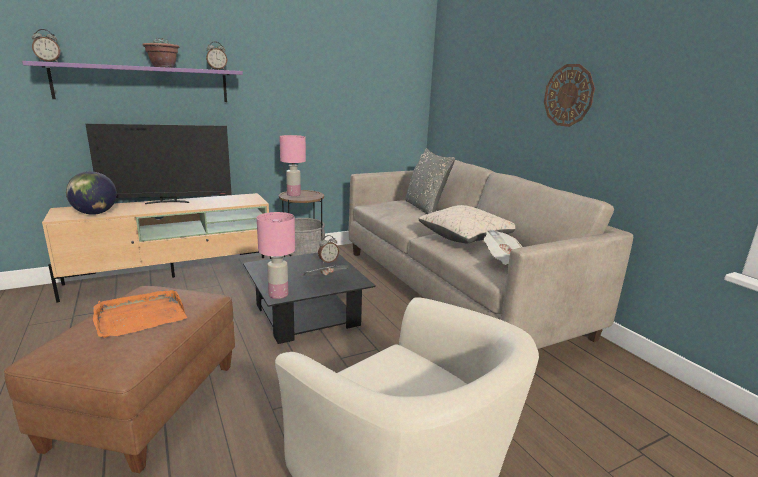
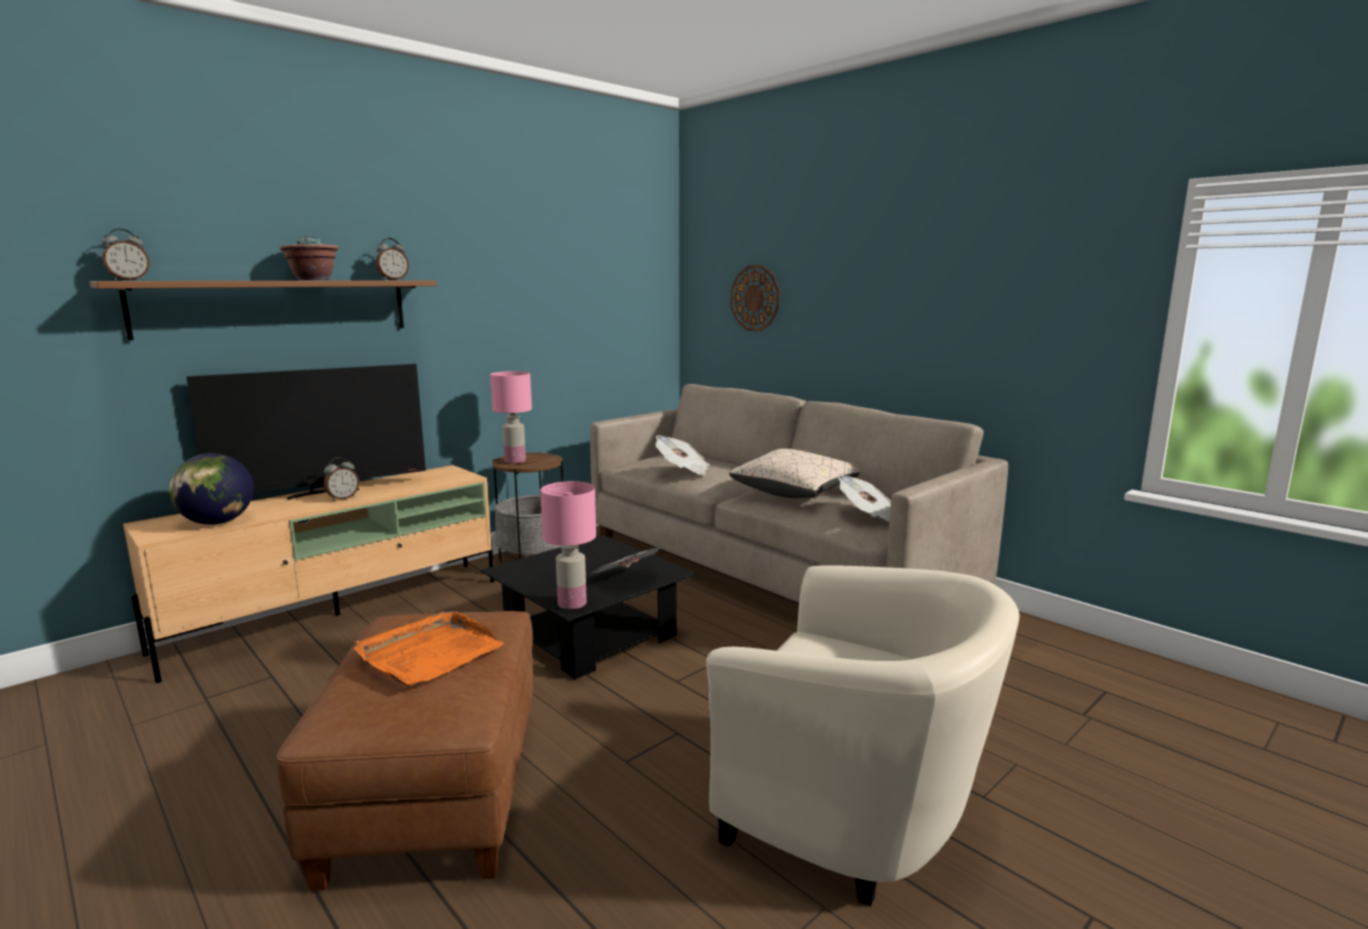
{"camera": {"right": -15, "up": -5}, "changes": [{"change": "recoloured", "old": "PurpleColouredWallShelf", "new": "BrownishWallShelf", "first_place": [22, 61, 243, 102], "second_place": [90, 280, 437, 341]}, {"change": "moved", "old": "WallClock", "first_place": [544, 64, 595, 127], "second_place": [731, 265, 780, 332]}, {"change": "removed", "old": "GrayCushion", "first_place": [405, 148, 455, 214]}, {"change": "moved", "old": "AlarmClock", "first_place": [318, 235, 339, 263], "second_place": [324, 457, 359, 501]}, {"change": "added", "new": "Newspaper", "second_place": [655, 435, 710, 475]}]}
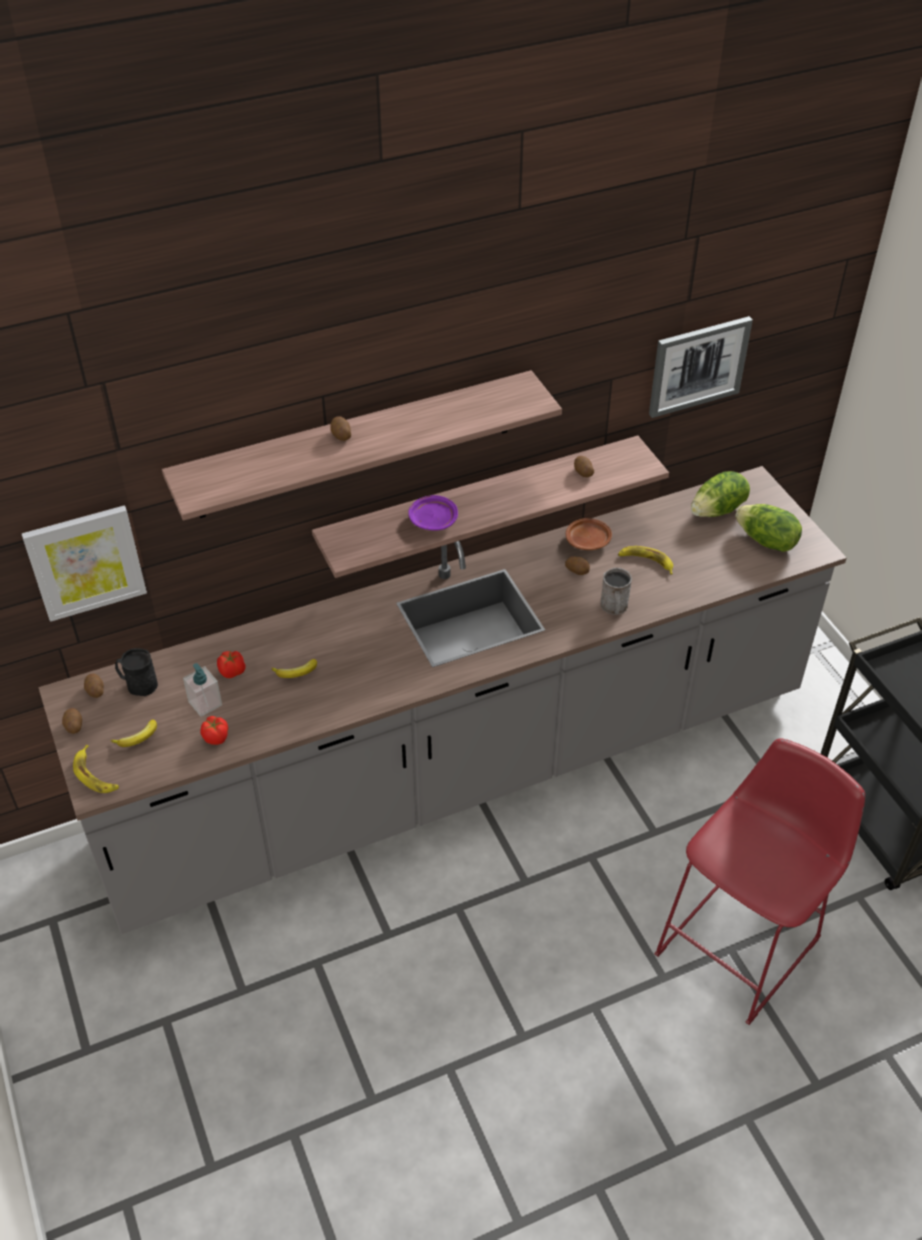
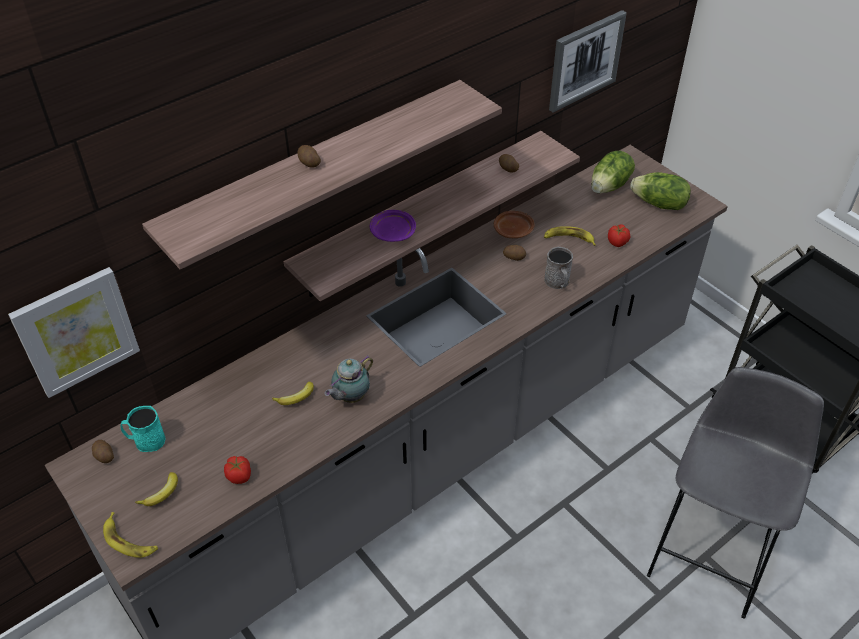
{"camera": {"right": -15, "up": 0}, "changes": [{"change": "recoloured", "old": "BlackMug", "new": "TurquoiseMug", "first_place": [115, 648, 158, 696], "second_place": [121, 406, 166, 452]}, {"change": "moved", "old": "WholeTomato", "first_place": [217, 651, 246, 678], "second_place": [608, 224, 630, 247]}, {"change": "removed", "old": "SoapBottle", "first_place": [183, 663, 222, 717]}, {"change": "removed", "old": "Potato", "first_place": [62, 708, 82, 734]}, {"change": "recoloured", "old": "ReddishStoolSeat", "new": "GrayStoolSeat", "first_place": [654, 739, 865, 1025], "second_place": [647, 367, 824, 619]}, {"change": "added", "new": "TeaPot", "second_place": [324, 355, 373, 403]}]}
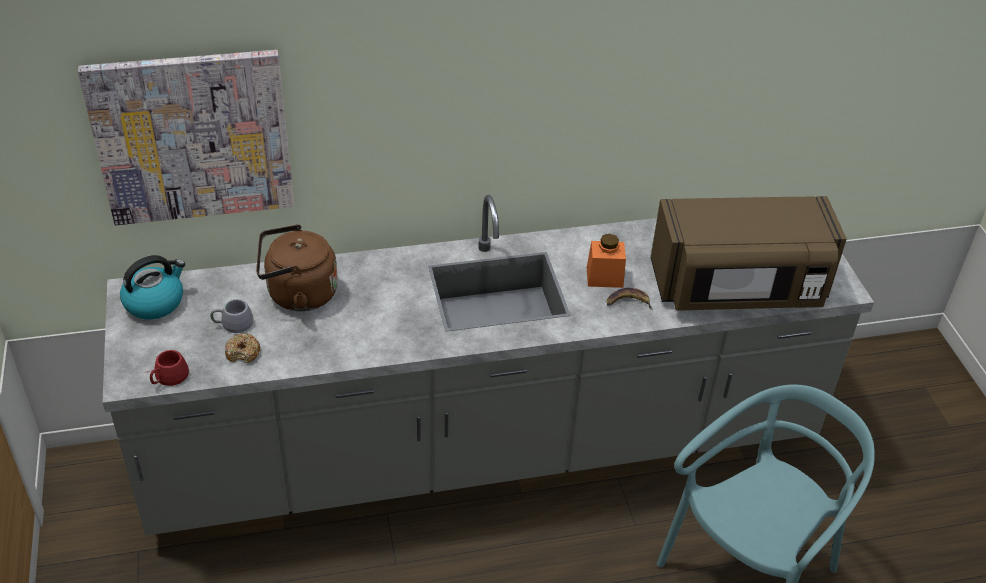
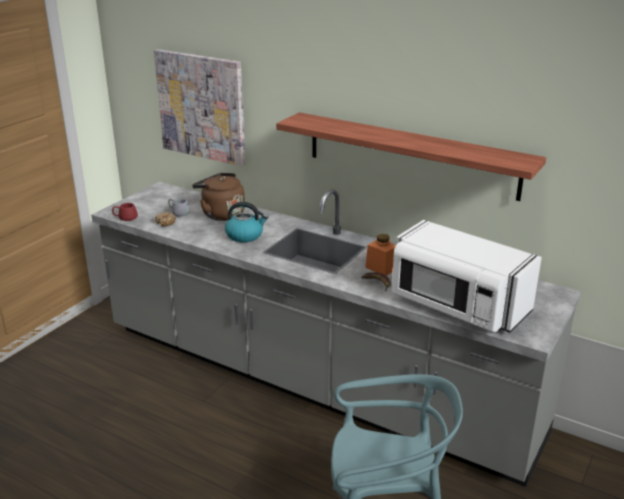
{"camera": {"right": 45, "up": -15}, "changes": [{"change": "recoloured", "old": "BrownishMicrowaveOven", "new": "WhiteMicrowaveOven", "first_place": [651, 196, 847, 311], "second_place": [392, 220, 542, 333]}, {"change": "moved", "old": "TeaKettle", "first_place": [120, 255, 185, 319], "second_place": [225, 202, 268, 242]}, {"change": "added", "new": "WallShelf", "second_place": [276, 112, 546, 201]}]}
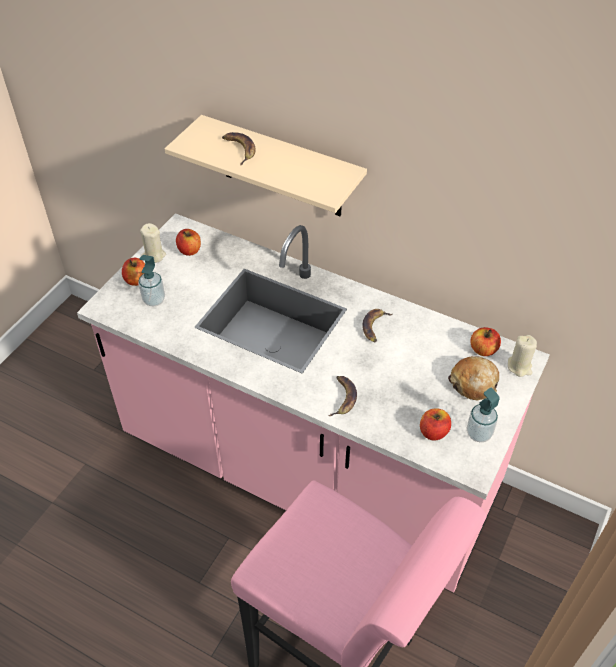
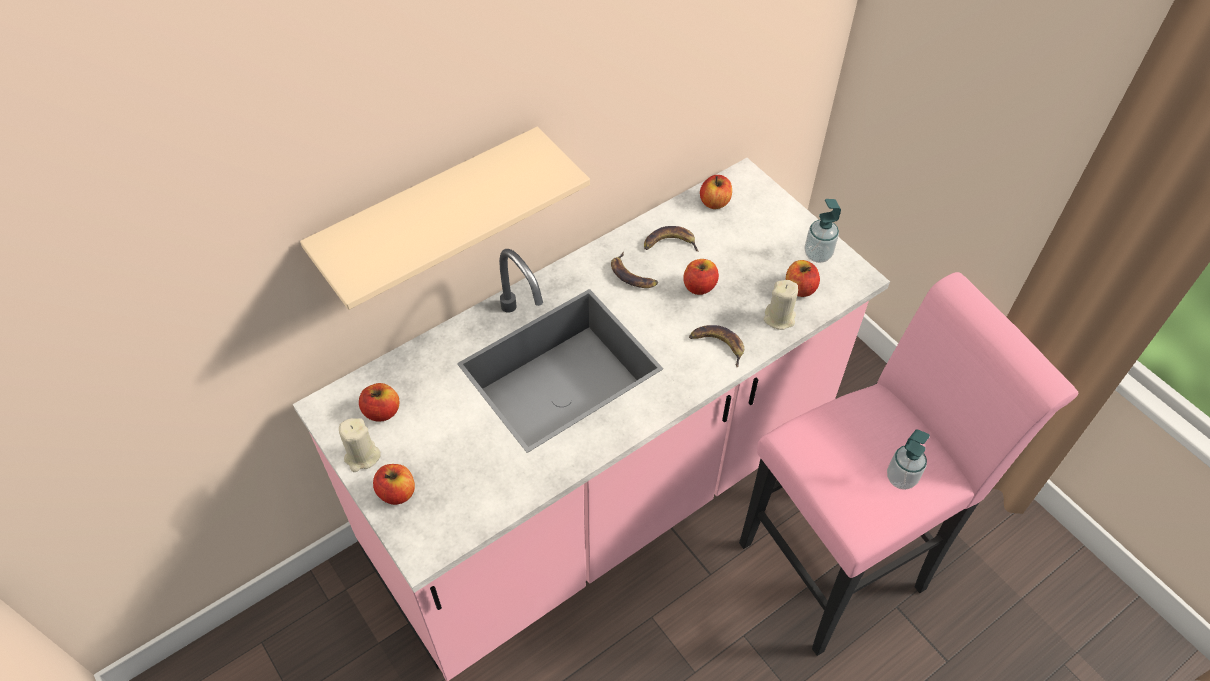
{"camera": {"right": -65, "up": 5}, "changes": [{"change": "moved", "old": "BananaFruit", "first_place": [222, 132, 256, 165], "second_place": [644, 226, 699, 252]}, {"change": "moved", "old": "SoapBottle", "first_place": [138, 255, 165, 306], "second_place": [887, 430, 930, 490]}, {"change": "moved", "old": "BeigeColouredWaxCandle", "first_place": [508, 335, 537, 377], "second_place": [764, 280, 798, 330]}, {"change": "removed", "old": "BakeryBread", "first_place": [448, 356, 499, 400]}, {"change": "added", "new": "AppleFruit", "second_place": [683, 259, 719, 295]}]}
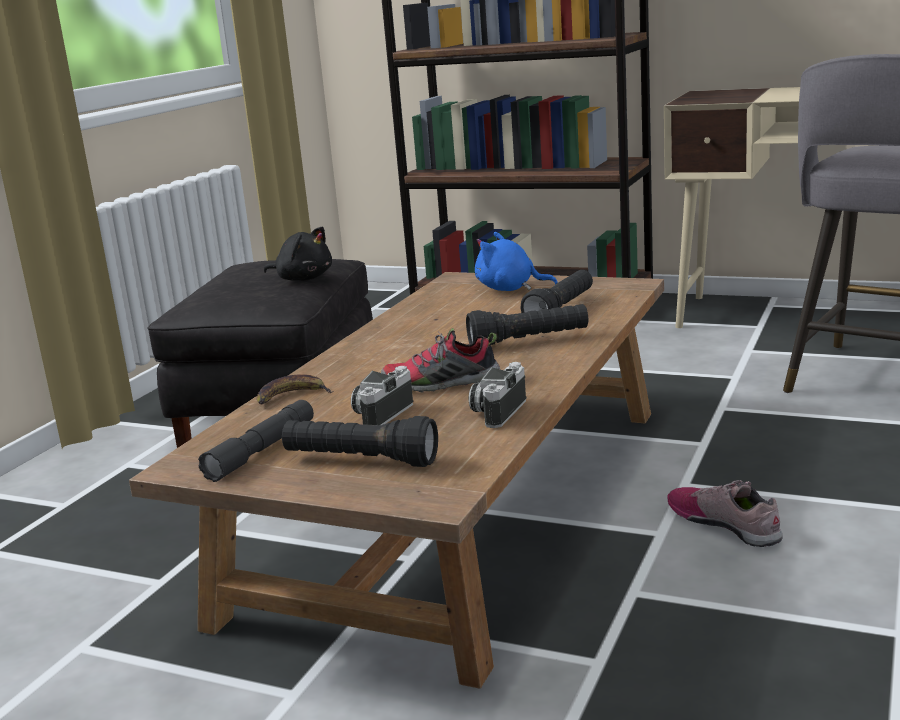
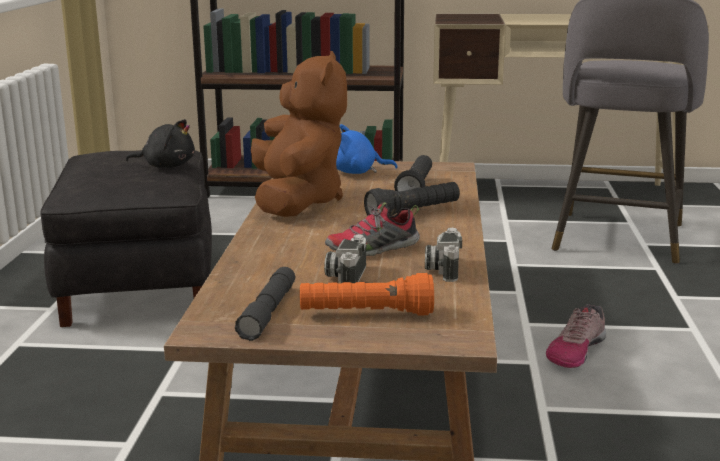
{"camera": {"right": -20, "up": 0}, "changes": [{"change": "removed", "old": "BananaFruit", "first_place": [257, 374, 334, 404]}, {"change": "recoloured", "old": "BlackFlashlight", "new": "OrangeyFlashlight", "first_place": [282, 416, 438, 467], "second_place": [300, 273, 434, 315]}, {"change": "turned", "old": "LowShoe", "first_place": [667, 480, 783, 547], "second_place": [546, 304, 606, 368], "degrees": -90}, {"change": "added", "new": "BrownishPlushToy", "second_place": [251, 51, 347, 217]}]}
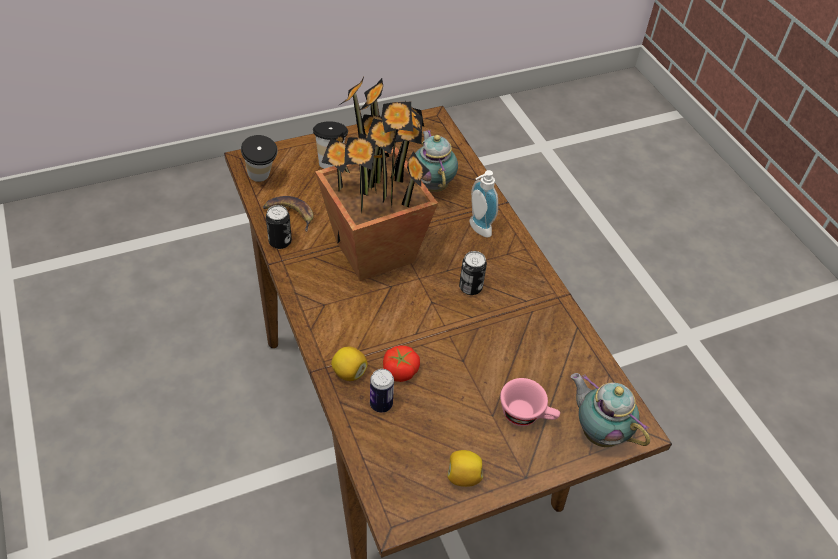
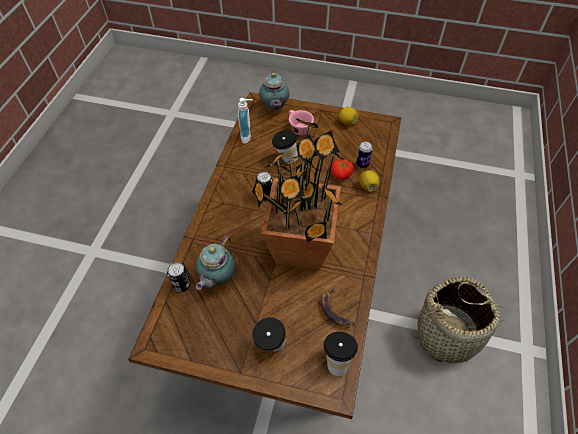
{"camera": {"right": -140, "up": 5}, "changes": [{"change": "moved", "old": "SoapBottle", "first_place": [469, 170, 498, 238], "second_place": [238, 98, 253, 144]}, {"change": "moved", "old": "Can", "first_place": [266, 205, 292, 249], "second_place": [167, 262, 191, 292]}, {"change": "added", "new": "DrinkingCup", "second_place": [272, 130, 298, 164]}, {"change": "added", "new": "HouseholdBasket", "second_place": [410, 277, 506, 363]}]}
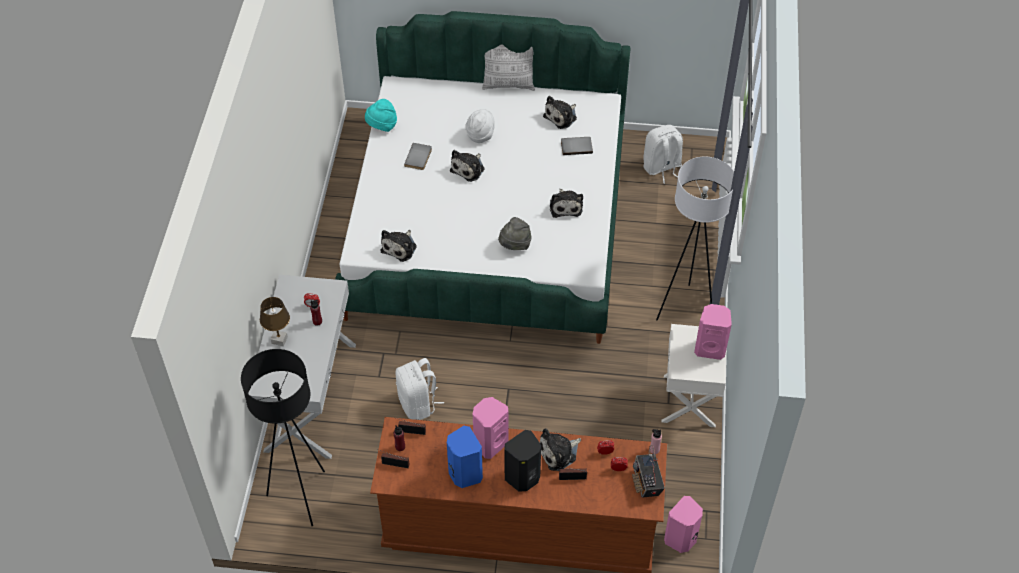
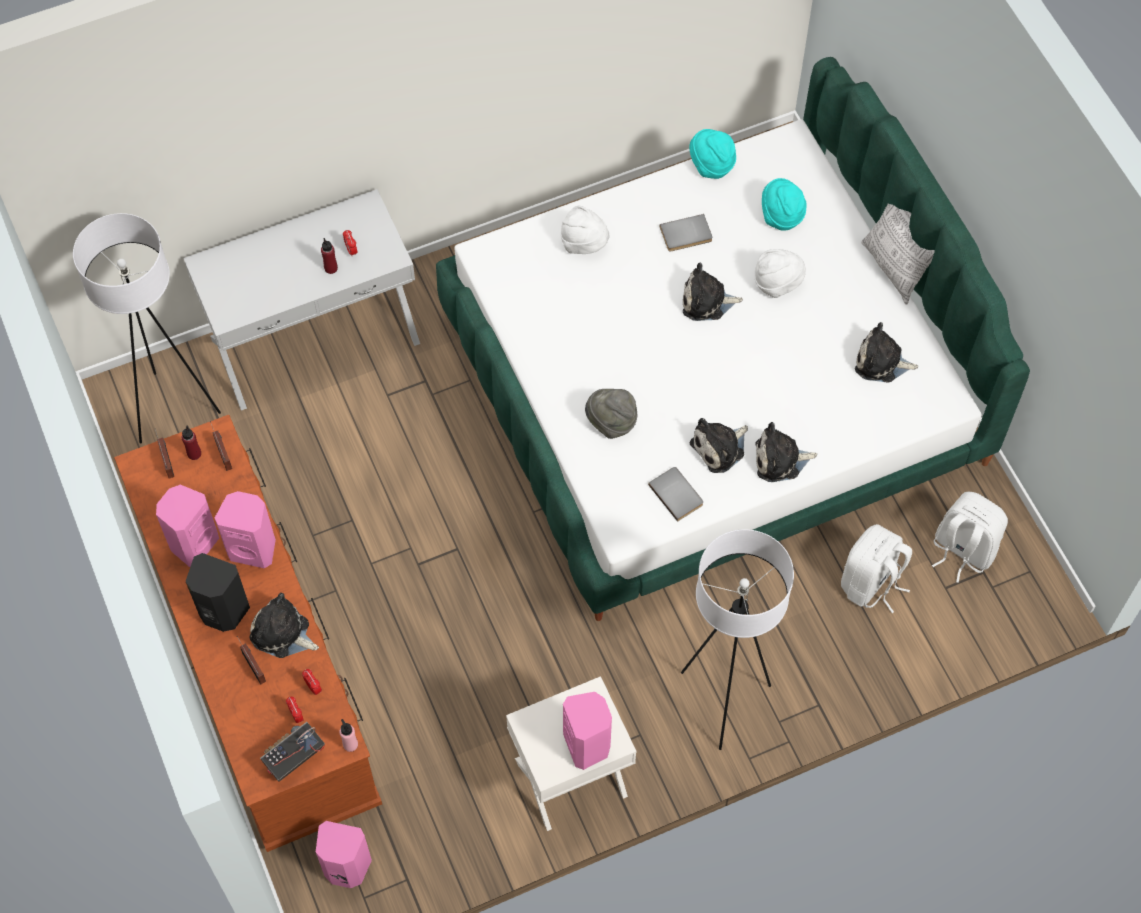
{"camera": {"right": 60, "up": 10}, "changes": [{"change": "moved", "old": "GrayVolume", "first_place": [561, 137, 593, 155], "second_place": [648, 467, 703, 522]}, {"change": "moved", "old": "PlushToy", "first_place": [381, 230, 417, 262], "second_place": [755, 422, 817, 482]}, {"change": "removed", "old": "BrownishTabletopLamp", "first_place": [260, 297, 290, 346]}, {"change": "recoloured", "old": "BlackStandingLamp", "new": "WhiteStandingLamp", "first_place": [241, 349, 325, 526], "second_place": [73, 213, 221, 443]}, {"change": "moved", "old": "WhiteBackpack", "first_place": [395, 358, 444, 420], "second_place": [841, 524, 912, 613]}, {"change": "recoloured", "old": "BluishAudioSpeaker", "new": "PinkAudioSpeaker", "first_place": [447, 426, 483, 488], "second_place": [156, 485, 219, 567]}, {"change": "added", "new": "TurquoiseWearableHat", "second_place": [762, 178, 807, 231]}, {"change": "added", "new": "WhiteWearableHat", "second_place": [560, 206, 609, 254]}]}
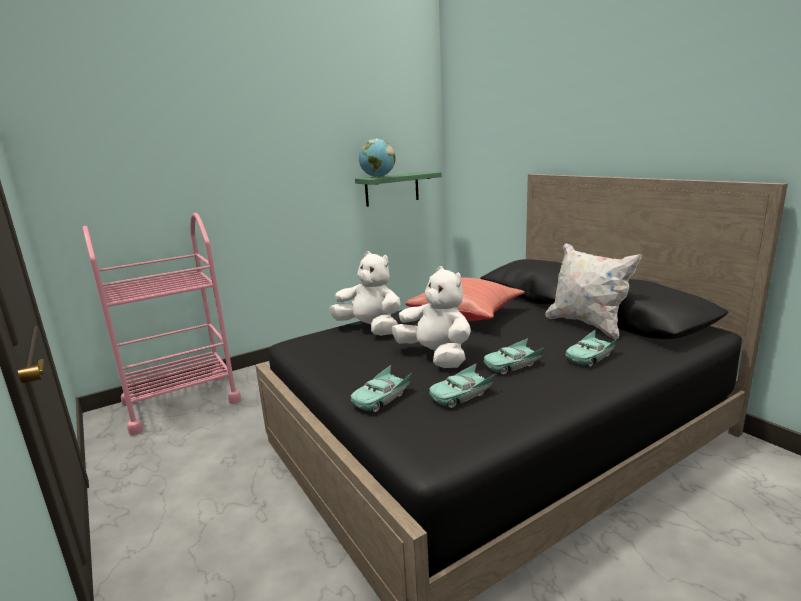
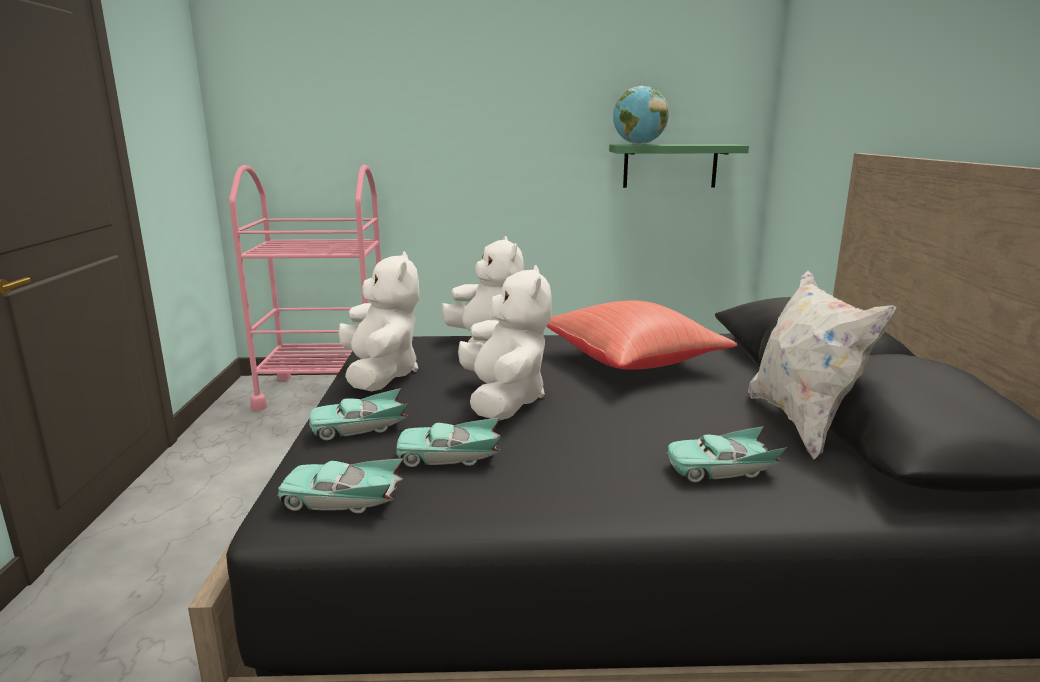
{"camera": {"right": 30, "up": 0}, "changes": [{"change": "moved", "old": "TurquoiseToyCar", "first_place": [484, 338, 545, 375], "second_place": [278, 458, 404, 514]}, {"change": "added", "new": "WhitePlushToy", "second_place": [338, 251, 419, 391]}]}
